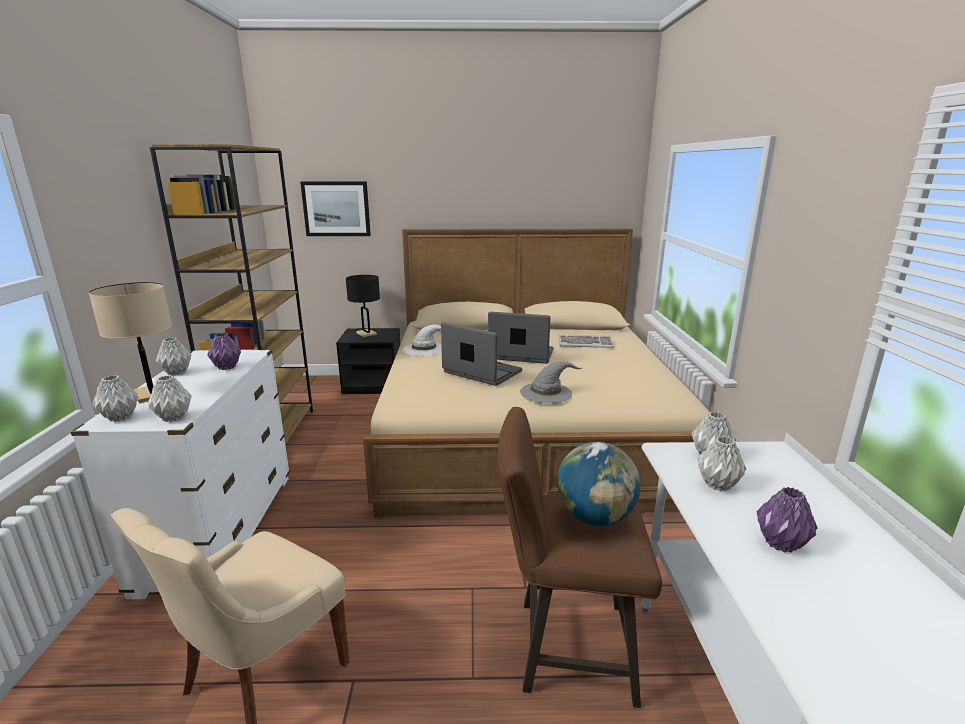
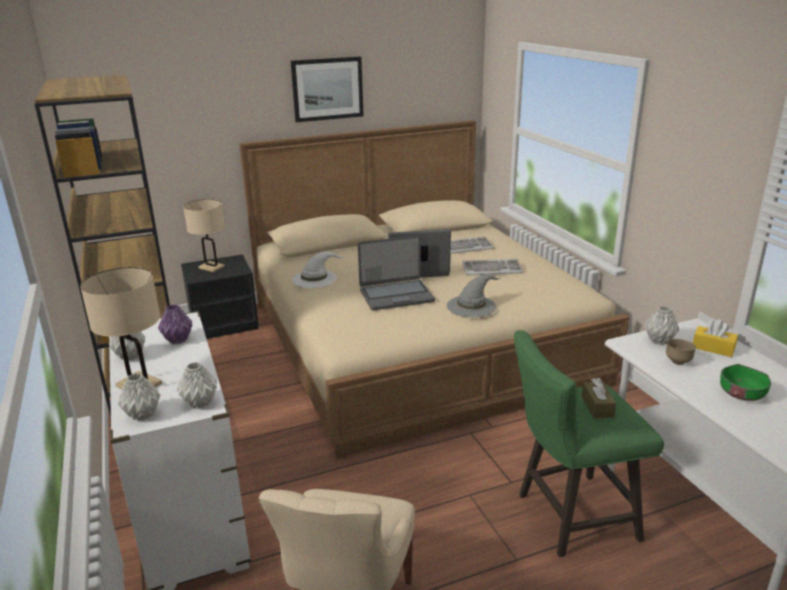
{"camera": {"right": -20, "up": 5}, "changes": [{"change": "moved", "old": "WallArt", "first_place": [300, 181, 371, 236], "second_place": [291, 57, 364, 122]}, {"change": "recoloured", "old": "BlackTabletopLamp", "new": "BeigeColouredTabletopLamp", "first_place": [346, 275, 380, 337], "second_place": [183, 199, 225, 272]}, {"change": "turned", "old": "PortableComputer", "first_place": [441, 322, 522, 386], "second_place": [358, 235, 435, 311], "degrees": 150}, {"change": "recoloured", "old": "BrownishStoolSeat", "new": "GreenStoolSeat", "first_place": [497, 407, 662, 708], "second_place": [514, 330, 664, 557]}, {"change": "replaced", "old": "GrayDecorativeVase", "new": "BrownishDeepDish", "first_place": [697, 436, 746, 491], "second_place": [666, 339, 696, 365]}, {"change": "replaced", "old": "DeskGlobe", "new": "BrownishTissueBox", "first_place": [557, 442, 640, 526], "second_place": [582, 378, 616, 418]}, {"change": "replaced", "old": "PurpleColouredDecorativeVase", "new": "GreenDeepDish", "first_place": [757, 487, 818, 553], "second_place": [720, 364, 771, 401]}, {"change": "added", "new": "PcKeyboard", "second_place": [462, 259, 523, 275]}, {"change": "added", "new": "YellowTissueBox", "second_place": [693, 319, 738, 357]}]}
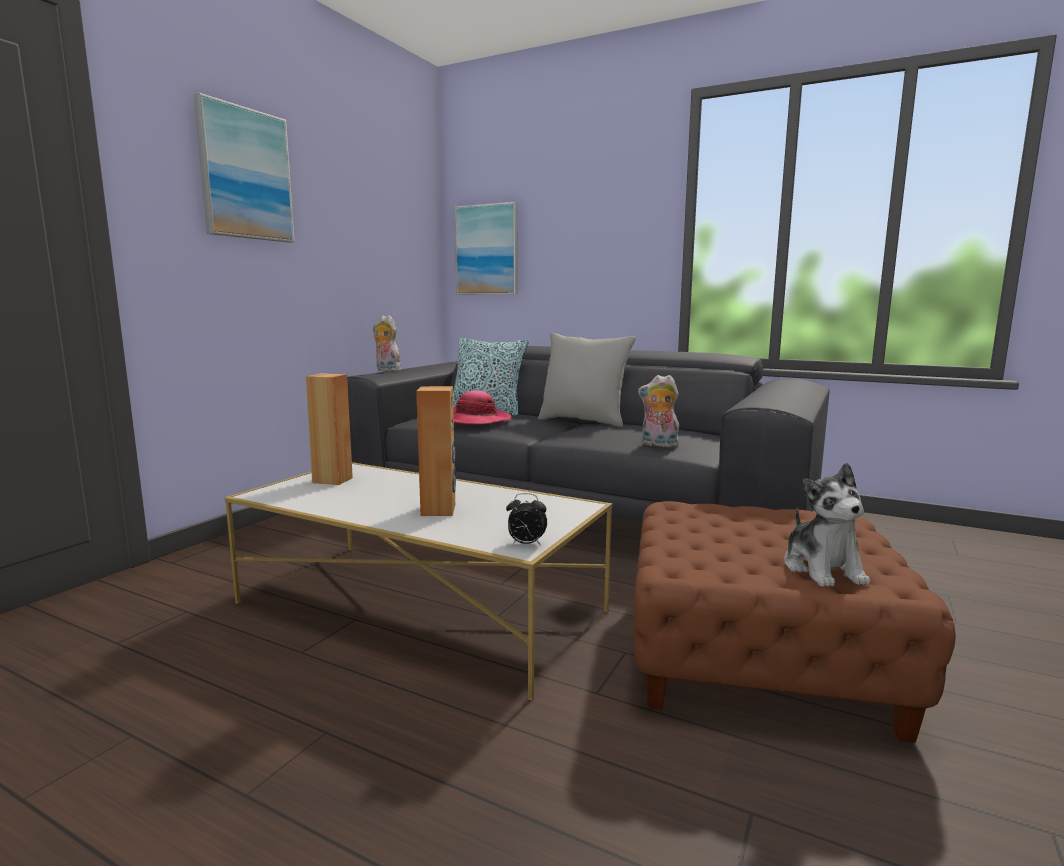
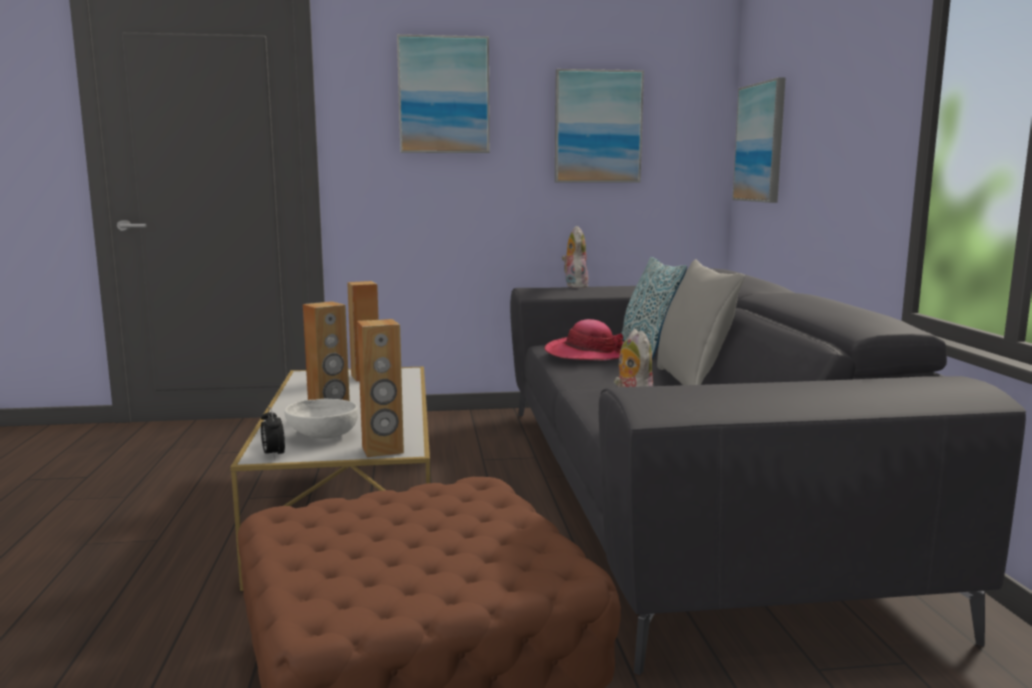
{"camera": {"right": 55, "up": 0}, "changes": [{"change": "removed", "old": "PlushToy", "first_place": [784, 463, 870, 587]}, {"change": "added", "new": "WallArt", "second_place": [555, 69, 644, 182]}, {"change": "added", "new": "BrownishAudioSpeaker", "second_place": [357, 319, 404, 457]}, {"change": "added", "new": "WhiteDeepDish", "second_place": [285, 399, 358, 439]}]}
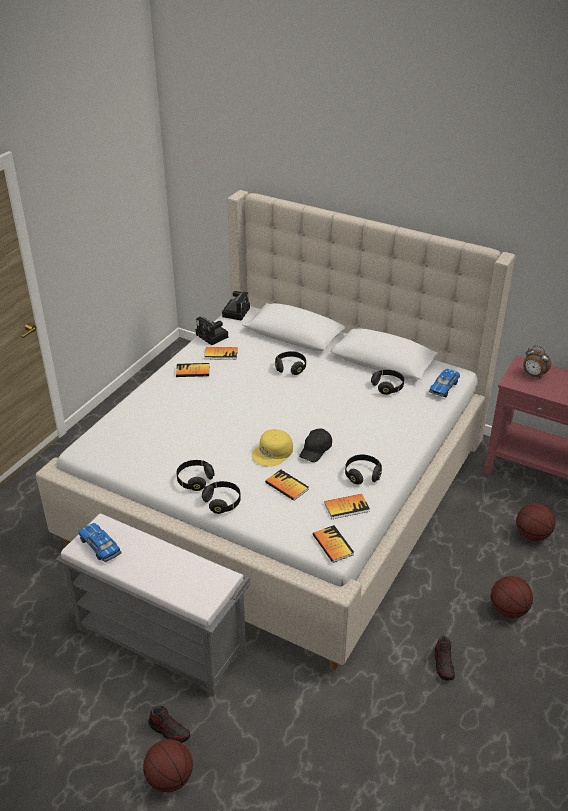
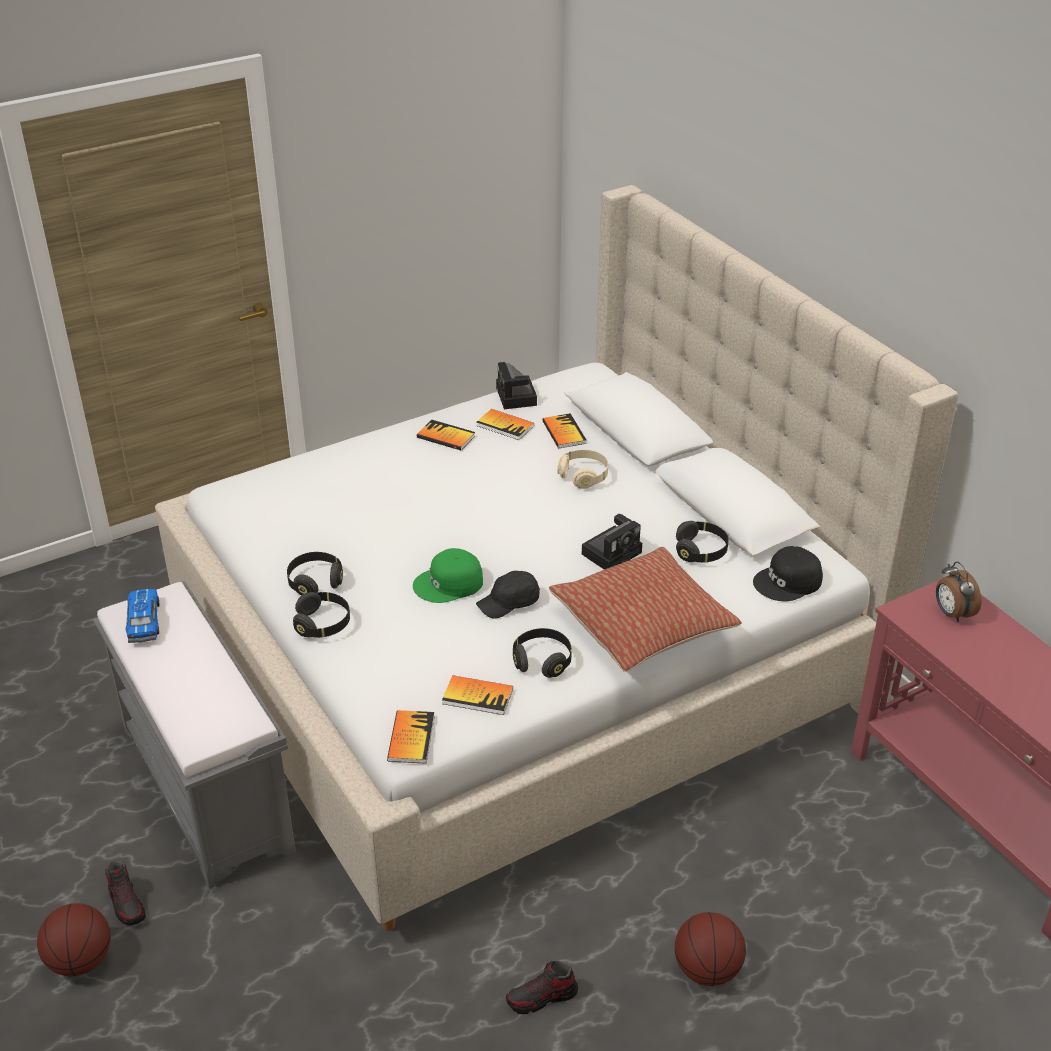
{"camera": {"right": 30, "up": 0}, "changes": [{"change": "moved", "old": "PhotoCamera", "first_place": [222, 291, 250, 321], "second_place": [582, 514, 642, 570]}, {"change": "recoloured", "old": "BlackHeadphones", "new": "BeigeColouredHeadphones", "first_place": [275, 351, 306, 375], "second_place": [557, 450, 608, 489]}, {"change": "replaced", "old": "ToyCar", "new": "BlackCap", "first_place": [429, 369, 460, 397], "second_place": [753, 546, 823, 602]}, {"change": "recoloured", "old": "YellowCap", "new": "GreenCap", "first_place": [252, 429, 293, 466], "second_place": [413, 548, 483, 603]}, {"change": "moved", "old": "Volume", "first_place": [265, 469, 309, 501], "second_place": [542, 413, 586, 448]}, {"change": "removed", "old": "Basketball", "first_place": [516, 503, 555, 541]}, {"change": "turned", "old": "LowShoe", "first_place": [434, 635, 455, 681], "second_place": [506, 961, 578, 1014], "degrees": 45}, {"change": "added", "new": "Cushion", "second_place": [549, 547, 742, 672]}]}
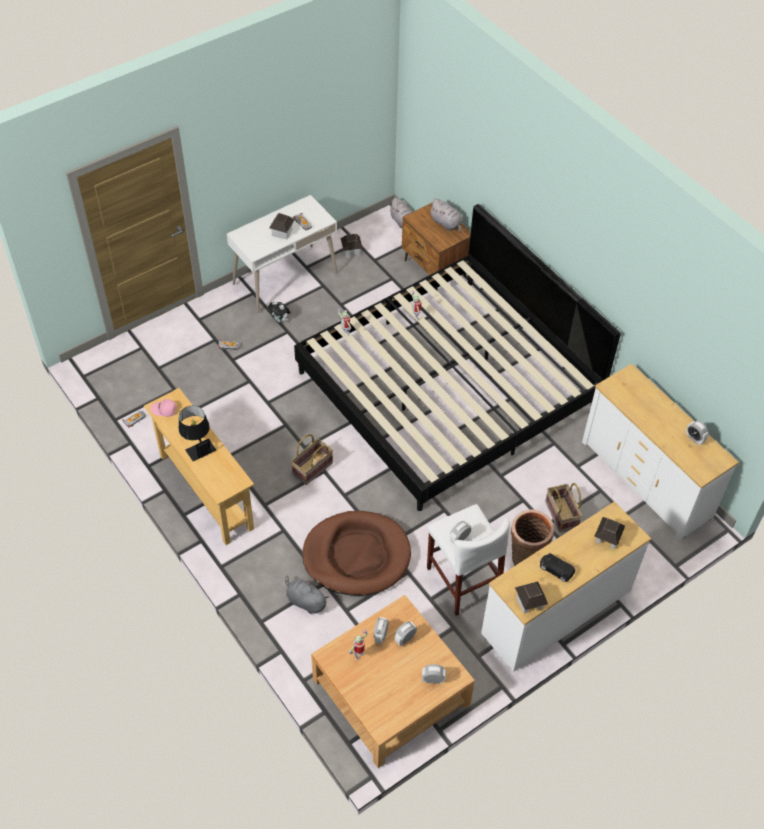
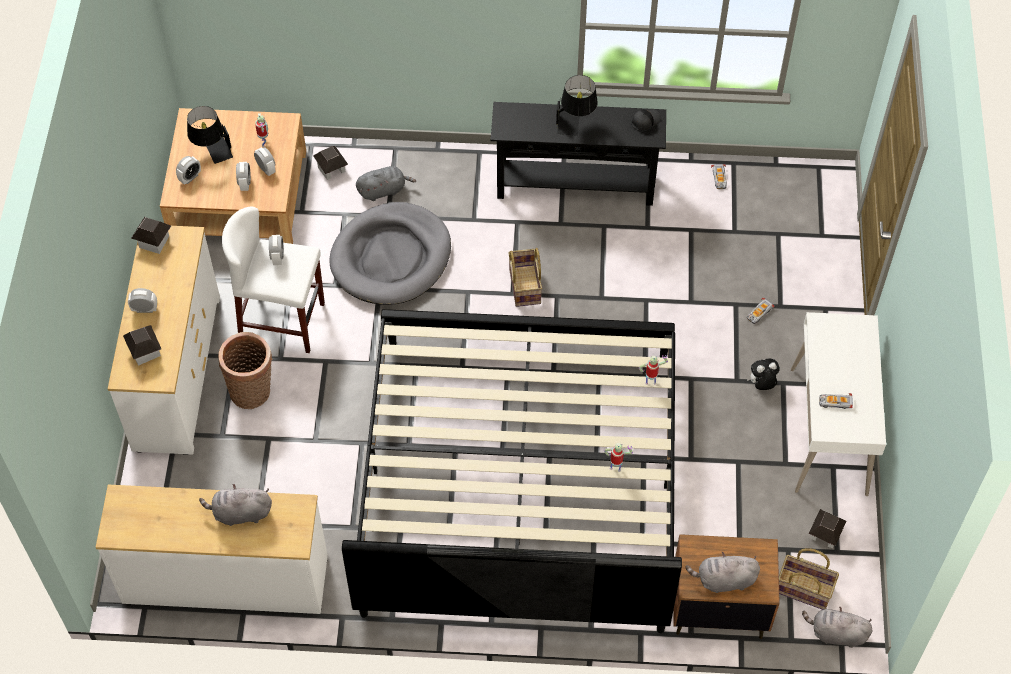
{"camera": {"right": 130, "up": 5}, "changes": [{"change": "moved", "old": "ToyHouse", "first_place": [269, 213, 295, 240], "second_place": [313, 146, 348, 180]}, {"change": "recoloured", "old": "BeigeColouredHallTable", "new": "BlackHallTable", "first_place": [144, 388, 254, 545], "second_place": [491, 102, 666, 206]}, {"change": "recoloured", "old": "PinkCap", "new": "BlackCap", "first_place": [151, 399, 177, 417], "second_place": [631, 109, 661, 132]}, {"change": "moved", "old": "AlarmClock", "first_place": [686, 421, 709, 445], "second_place": [128, 288, 157, 313]}, {"change": "moved", "old": "HouseholdBasket", "first_place": [545, 483, 583, 532], "second_place": [779, 548, 839, 610]}, {"change": "recoloured", "old": "BrownishDogBed", "new": "GrayDogBed", "first_place": [302, 511, 411, 596], "second_place": [329, 202, 451, 305]}, {"change": "removed", "old": "BlackToyCar", "first_place": [540, 553, 575, 582]}, {"change": "added", "new": "BlackTabletopLamp", "second_place": [187, 106, 233, 164]}, {"change": "added", "new": "GrayPlushToy", "second_place": [199, 484, 272, 526]}]}
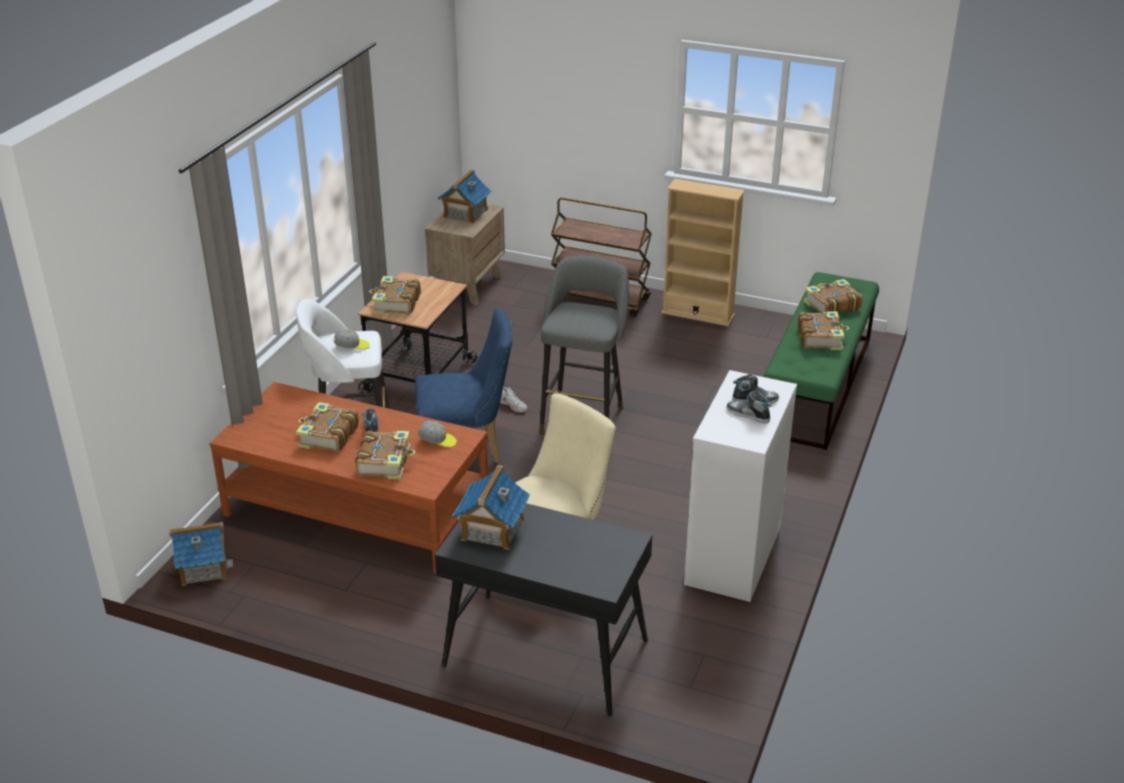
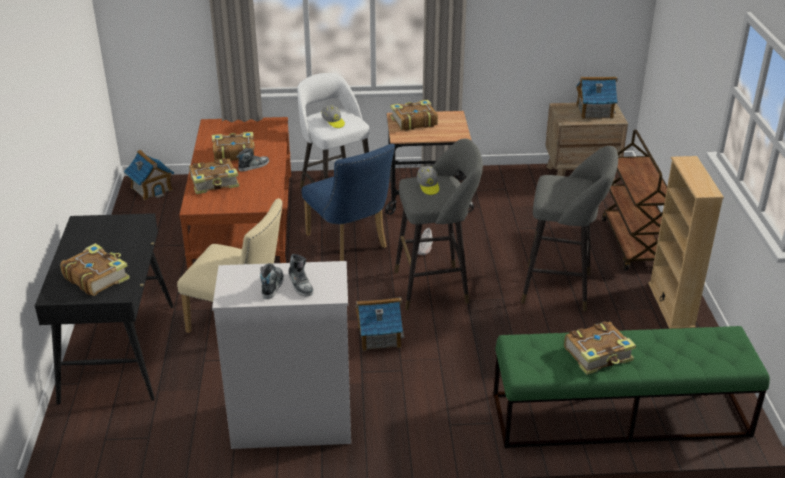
{"camera": {"right": 65, "up": 0}, "changes": [{"change": "moved", "old": "Volume", "first_place": [804, 279, 863, 314], "second_place": [60, 243, 130, 296]}, {"change": "moved", "old": "Cap", "first_place": [418, 421, 457, 447], "second_place": [417, 166, 439, 195]}, {"change": "moved", "old": "ToyHouse", "first_place": [452, 465, 530, 550], "second_place": [356, 297, 405, 351]}, {"change": "added", "new": "GrayStoolSeat", "second_place": [521, 146, 618, 311]}]}
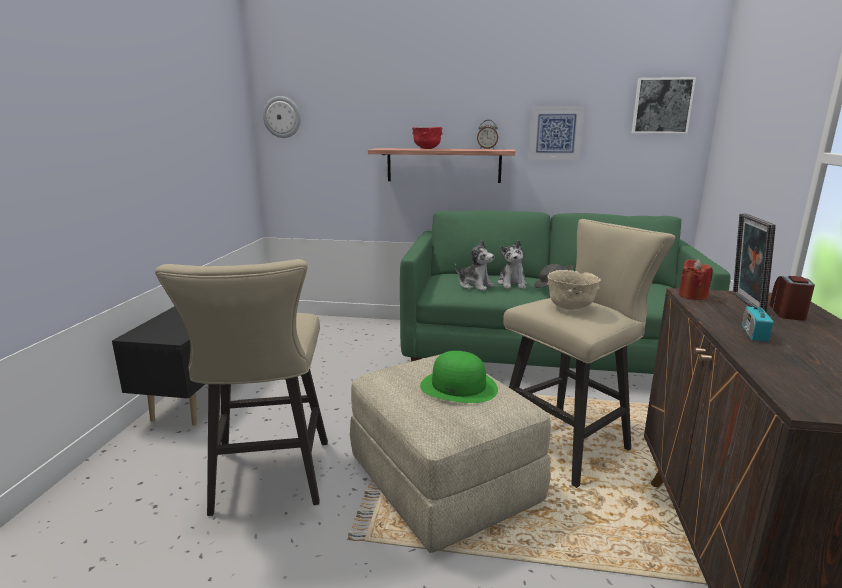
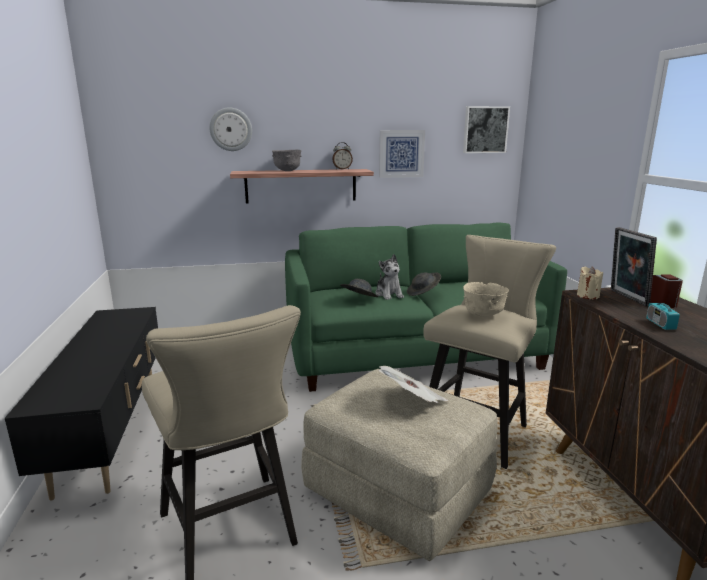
{"camera": {"right": -20, "up": 0}, "changes": [{"change": "moved", "old": "WallClock", "first_place": [263, 96, 301, 138], "second_place": [209, 107, 252, 151]}, {"change": "recoloured", "old": "ReddishDeepDish", "new": "GrayDeepDish", "first_place": [412, 127, 443, 149], "second_place": [272, 149, 301, 171]}, {"change": "replaced", "old": "PlushToy", "new": "GrayWearableHat", "first_place": [455, 240, 495, 291], "second_place": [340, 279, 378, 297]}, {"change": "recoloured", "old": "ReddishWaxCandle", "new": "BeigeColouredWaxCandle", "first_place": [679, 259, 713, 300], "second_place": [577, 266, 603, 299]}, {"change": "replaced", "old": "GreenWearableHat", "new": "Newspaper", "first_place": [420, 351, 498, 403], "second_place": [378, 366, 448, 403]}]}
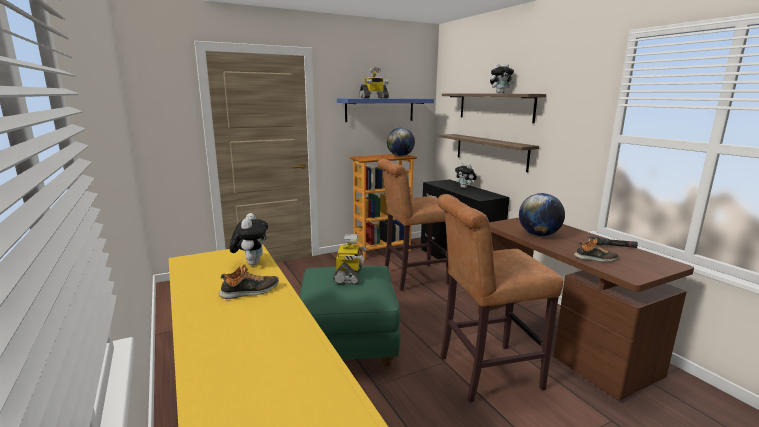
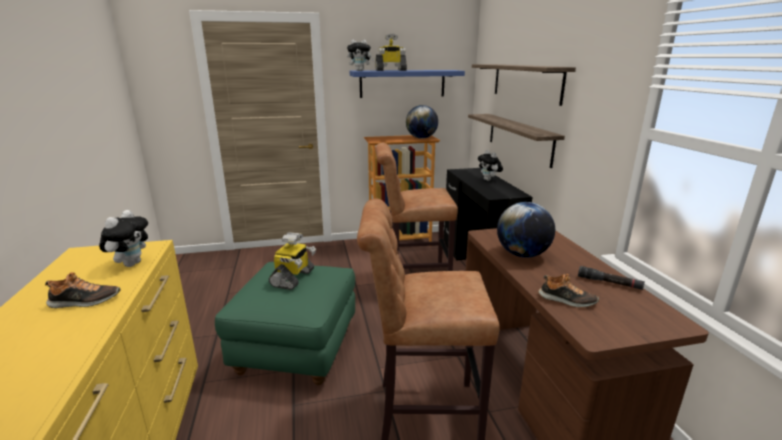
{"camera": {"right": 15, "up": 5}, "changes": [{"change": "moved", "old": "PlushToy", "first_place": [490, 64, 514, 93], "second_place": [347, 39, 374, 71]}]}
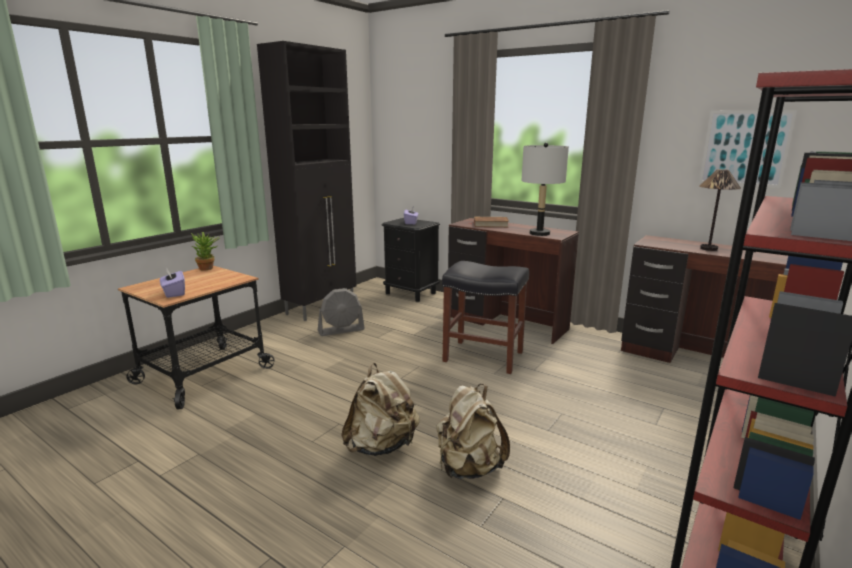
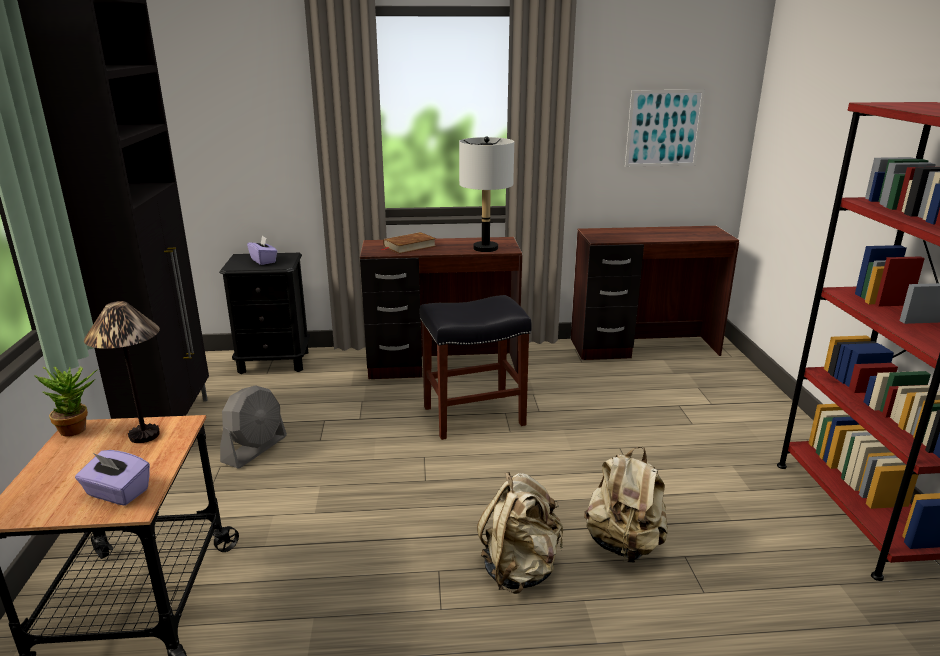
{"camera": {"right": -40, "up": 5}, "changes": [{"change": "moved", "old": "TabletopLamp", "first_place": [700, 169, 741, 251], "second_place": [84, 301, 160, 443]}]}
